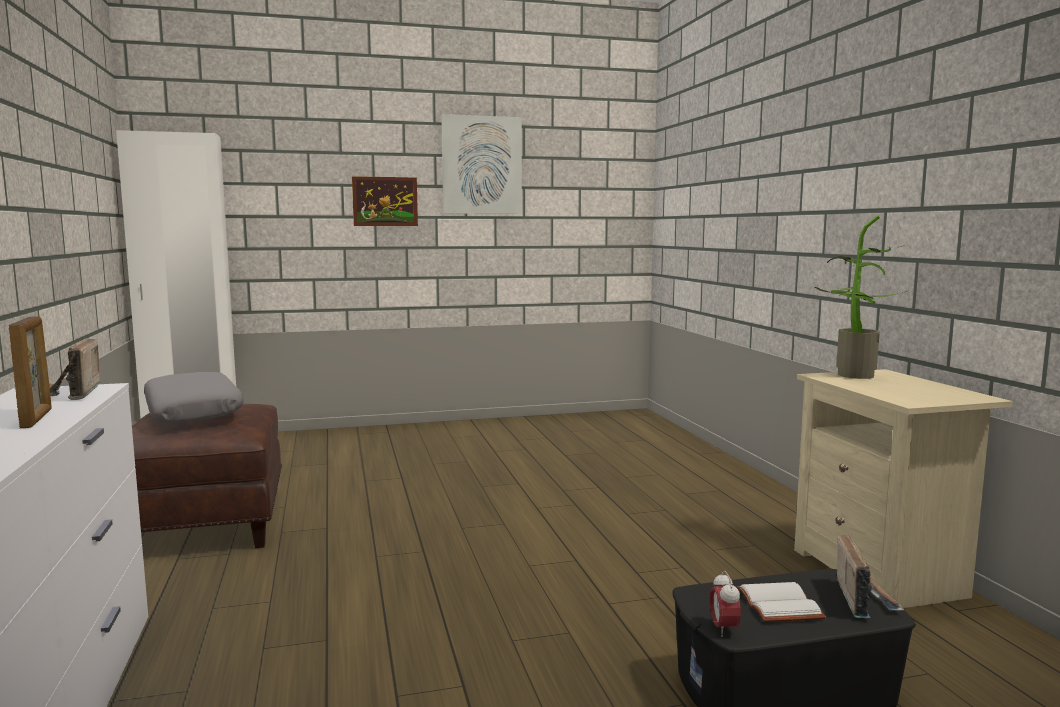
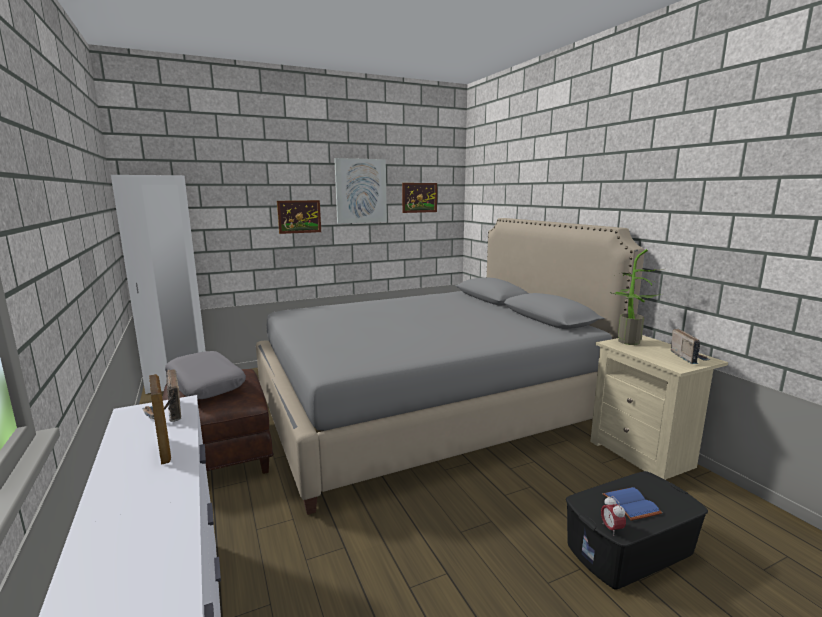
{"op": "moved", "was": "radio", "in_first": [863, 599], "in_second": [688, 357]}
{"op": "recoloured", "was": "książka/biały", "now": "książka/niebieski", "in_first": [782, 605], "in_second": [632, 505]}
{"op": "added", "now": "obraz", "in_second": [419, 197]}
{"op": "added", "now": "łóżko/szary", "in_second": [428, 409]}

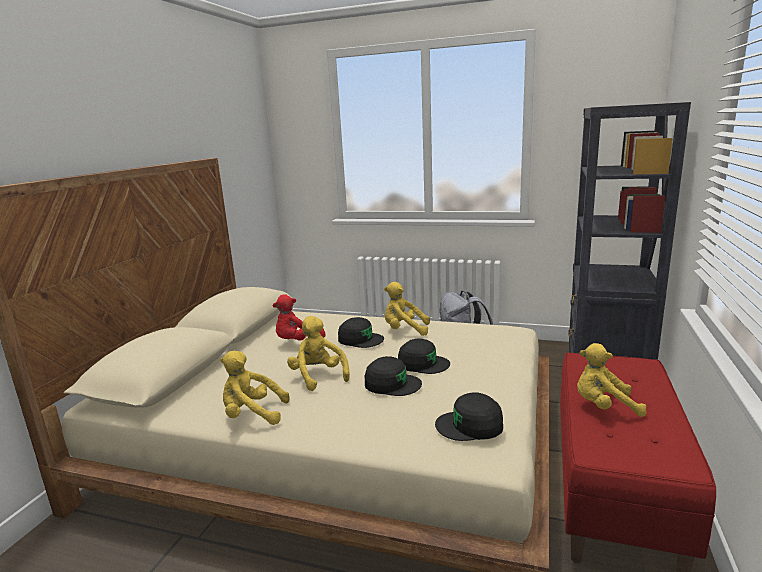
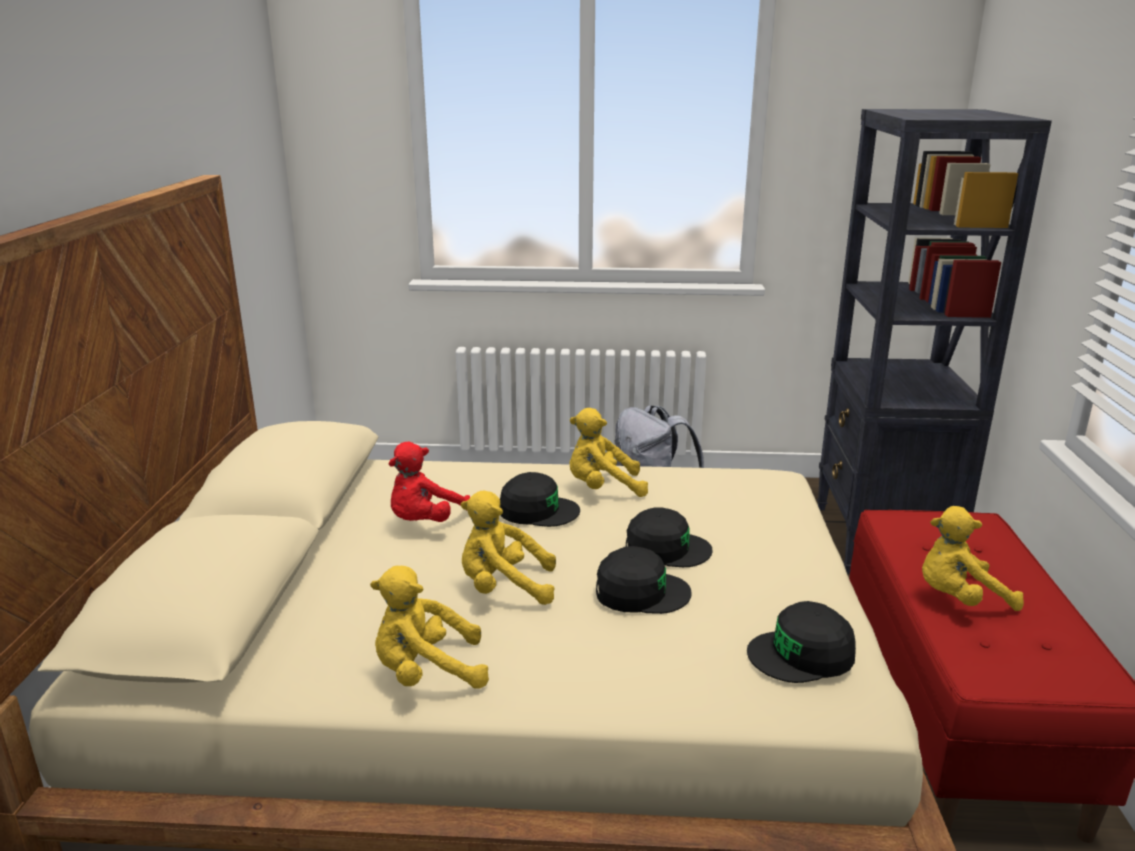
{"op": "turned", "was": "pluszak/żółty", "in_first": [318, 376], "in_second": [504, 588], "clockwise": -45}

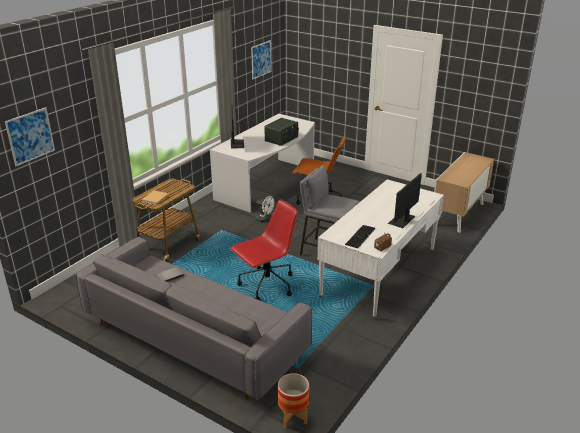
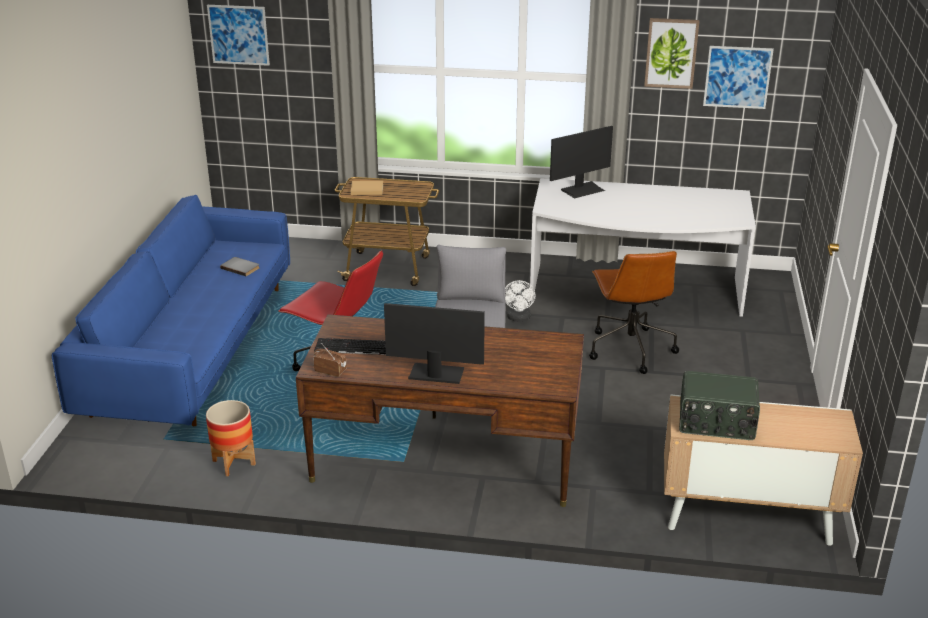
{"op": "moved", "was": "radio", "in_first": [282, 139], "in_second": [716, 423]}
{"op": "recoloured", "was": "biurko/biały", "now": "biurko/brązowy", "in_first": [379, 273], "in_second": [444, 460]}
{"op": "recoloured", "was": "kanapa/szary", "now": "kanapa/niebieski", "in_first": [194, 337], "in_second": [193, 348]}
{"op": "moved", "was": "donica", "in_first": [293, 417], "in_second": [234, 462]}
{"op": "added", "now": "obraz", "in_second": [671, 53]}

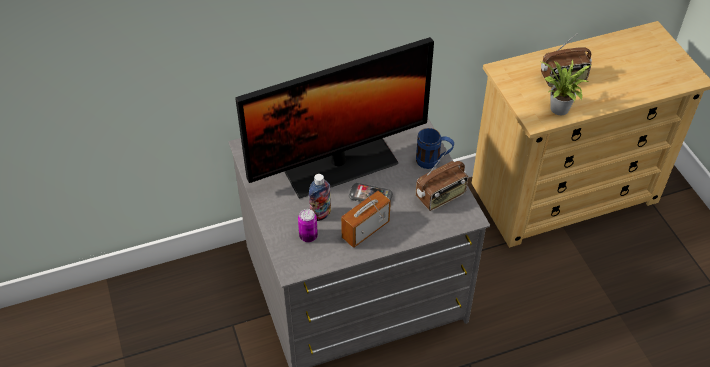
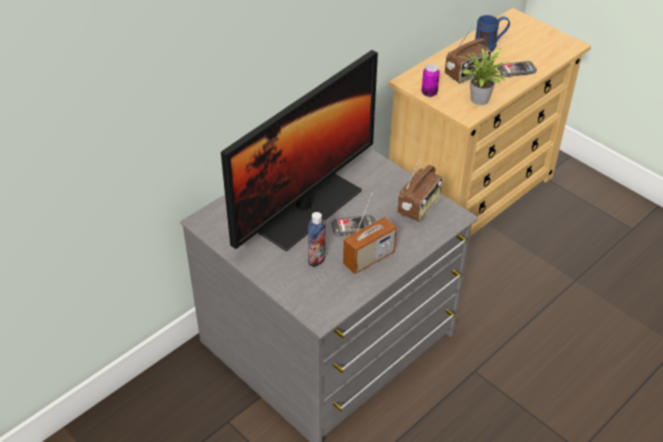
{"op": "moved", "was": "kubek/niebieski", "in_first": [433, 162], "in_second": [489, 47]}
{"op": "turned", "was": "radio", "in_first": [365, 230], "in_second": [369, 258], "clockwise": -150}
{"op": "moved", "was": "puszka", "in_first": [308, 236], "in_second": [429, 93]}
{"op": "added", "now": "telefon", "in_second": [516, 70]}

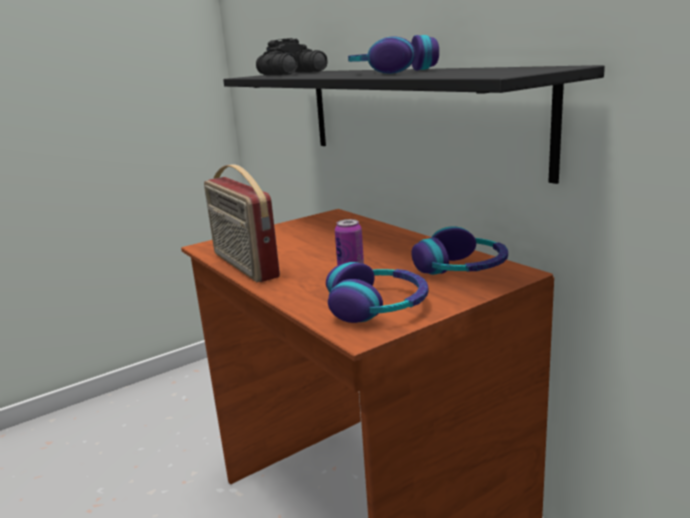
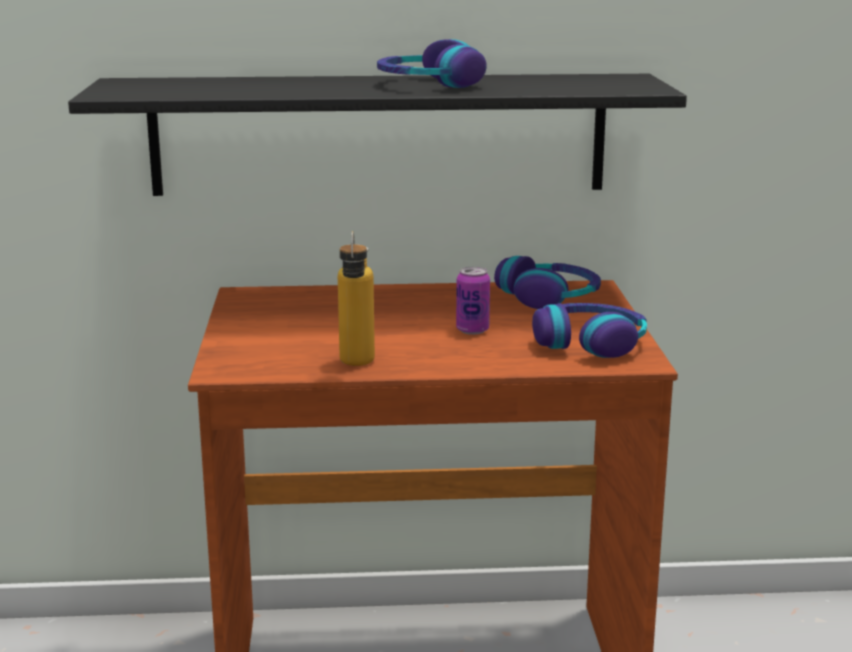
{"op": "removed", "was": "lornetka/czarny", "in_first": [294, 73]}
{"op": "replaced", "was": "radio", "now": "butelka", "in_first": [243, 265], "in_second": [356, 366]}

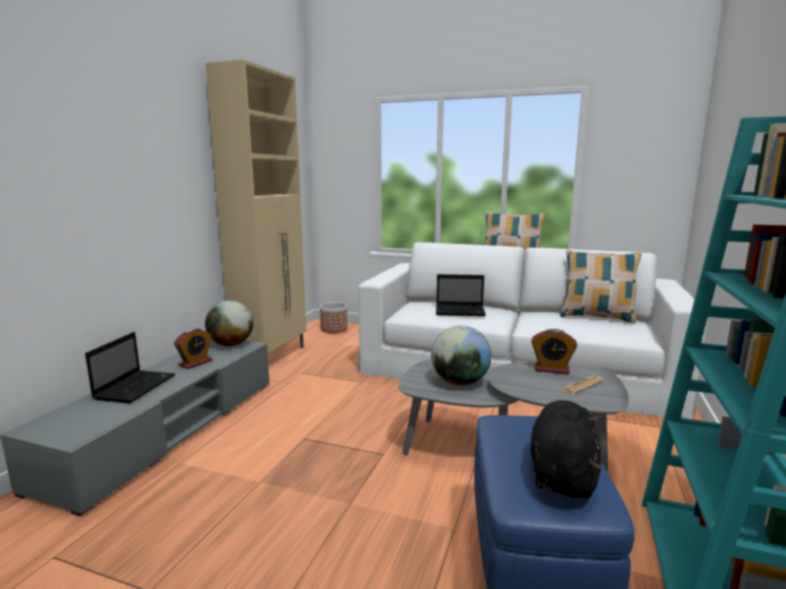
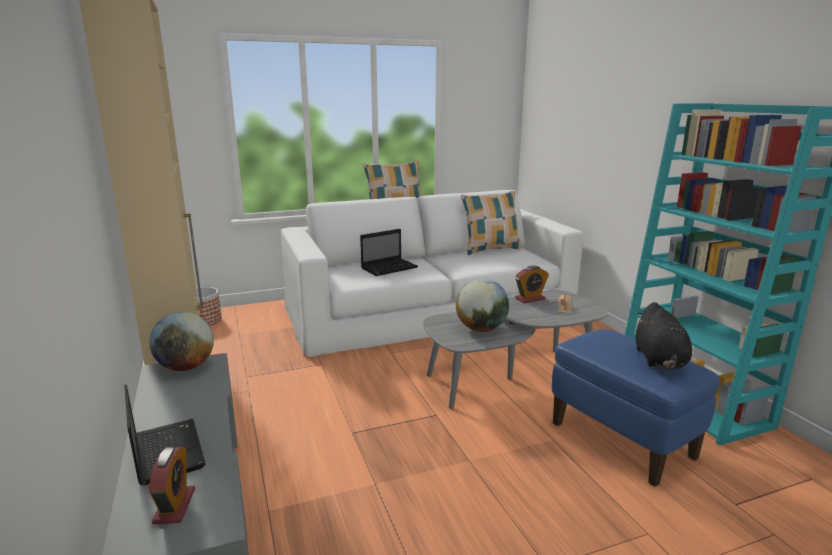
{"op": "moved", "was": "budzik", "in_first": [195, 363], "in_second": [174, 506]}
{"op": "turned", "was": "pluszak/czarny", "in_first": [562, 474], "in_second": [660, 361], "clockwise": -150}

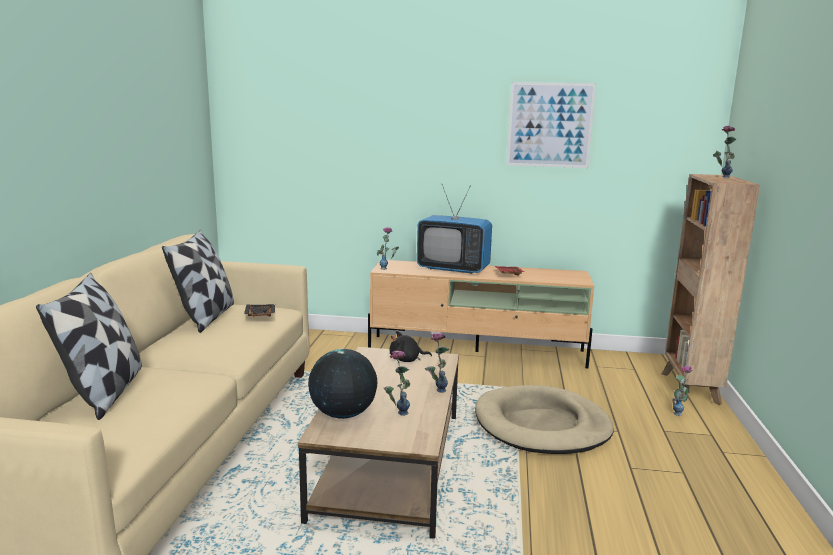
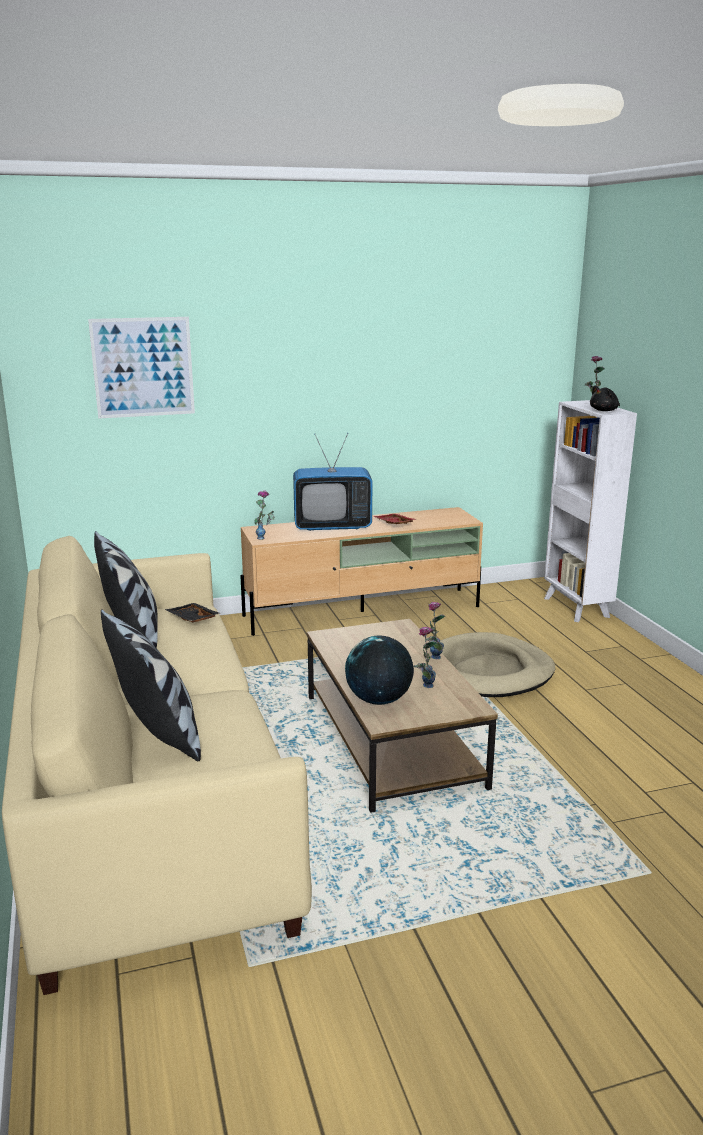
{"op": "moved", "was": "obraz", "in_first": [550, 125], "in_second": [143, 367]}
{"op": "recoloured", "was": "regał/brązowy", "now": "regał/biały", "in_first": [690, 389], "in_second": [576, 608]}
{"op": "moved", "was": "pluszak/czarny", "in_first": [407, 360], "in_second": [604, 411]}
{"op": "removed", "was": "wazon", "in_first": [679, 412]}

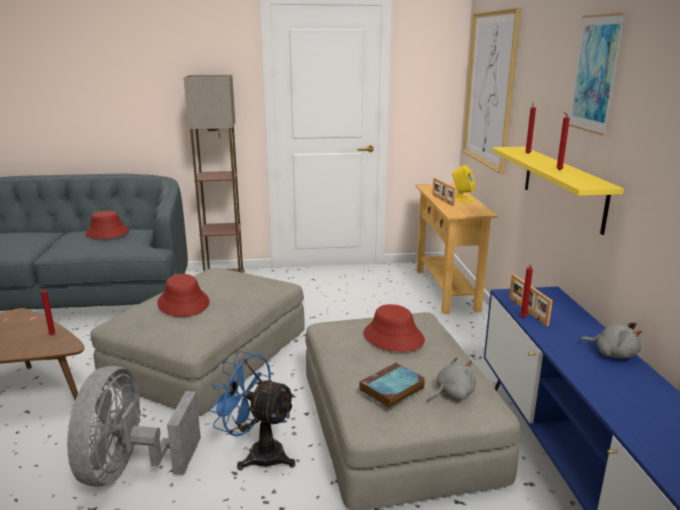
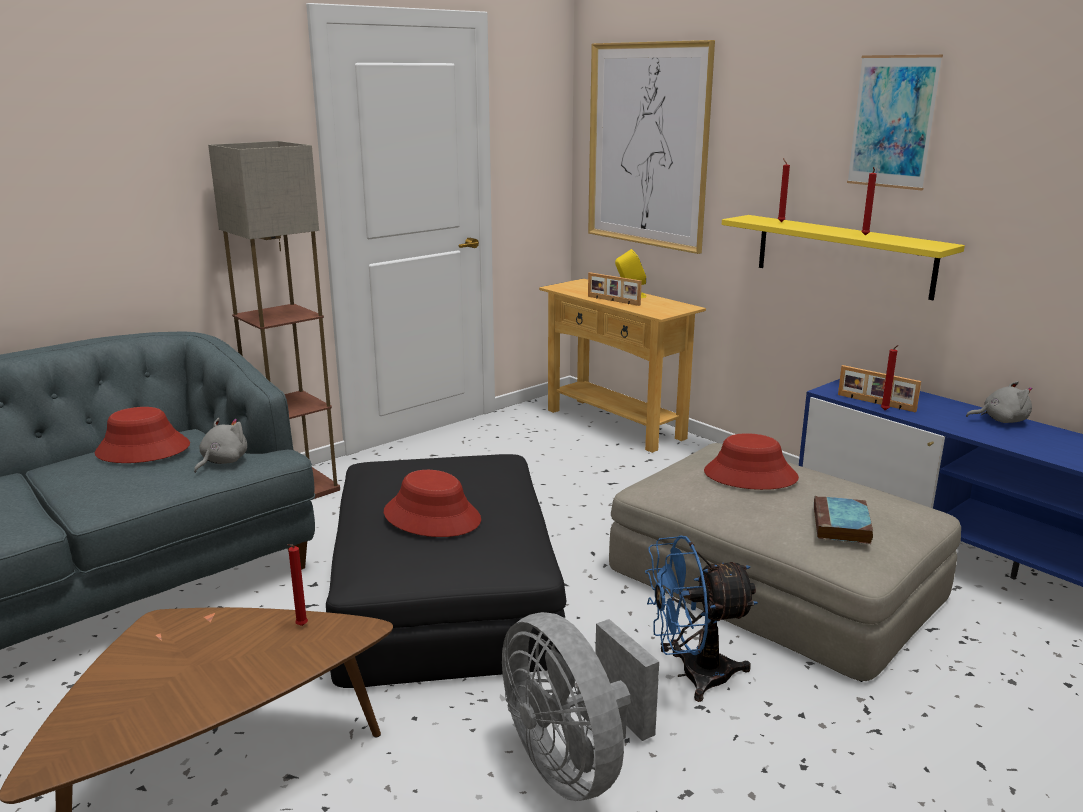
{"op": "recoloured", "was": "pufa/beżowy", "now": "pufa/czarny", "in_first": [209, 353], "in_second": [443, 592]}
{"op": "moved", "was": "pluszak/szary", "in_first": [452, 393], "in_second": [222, 462]}

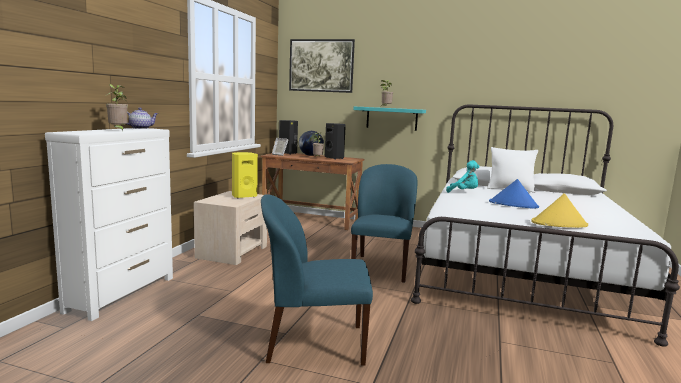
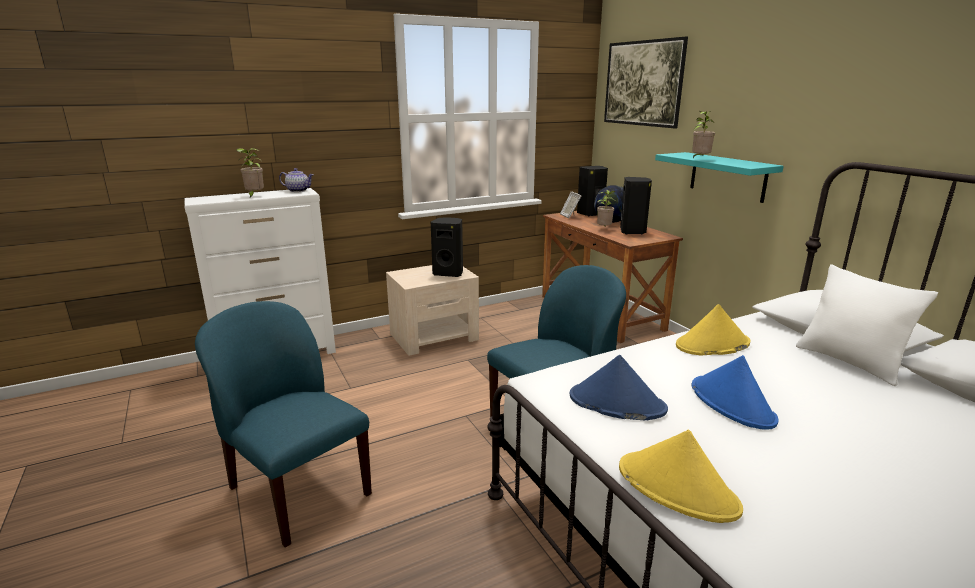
{"op": "recoloured", "was": "głośnik/żółty", "now": "głośnik/czarny", "in_first": [243, 196], "in_second": [449, 273]}
{"op": "replaced", "was": "pluszak/turkusowy", "now": "kapelusz/żółty", "in_first": [464, 192], "in_second": [712, 344]}
{"op": "added", "now": "kapelusz/niebieski", "in_second": [616, 403]}

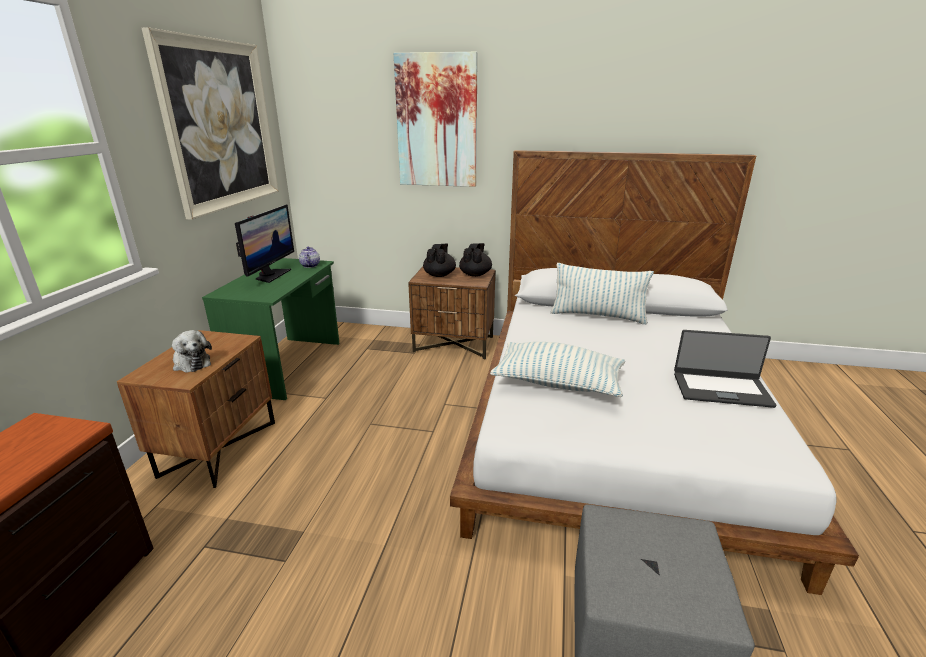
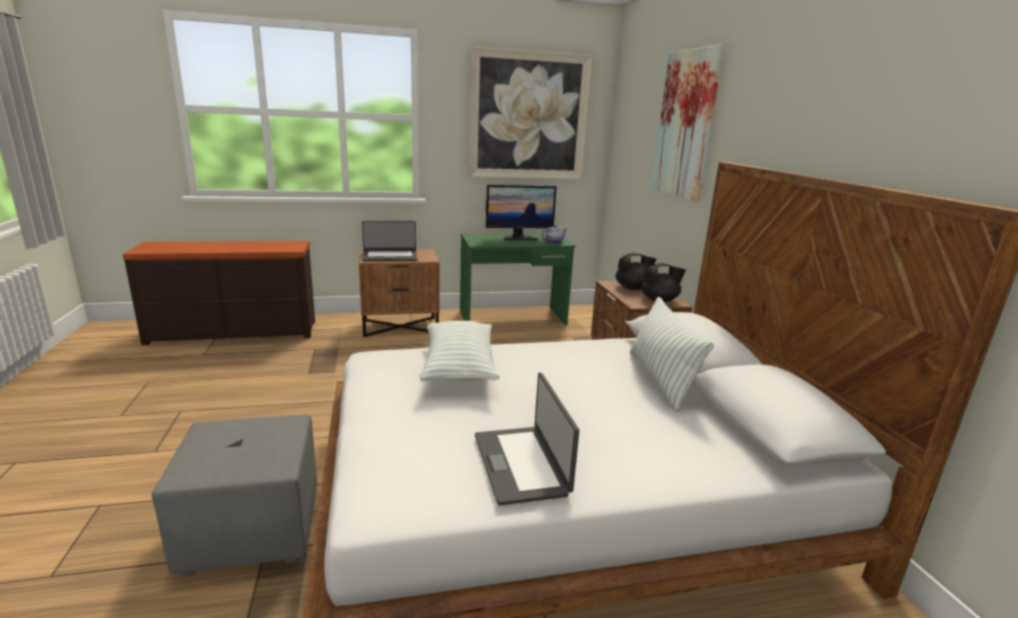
{"op": "replaced", "was": "pluszak", "now": "laptop", "in_first": [191, 363], "in_second": [390, 256]}

